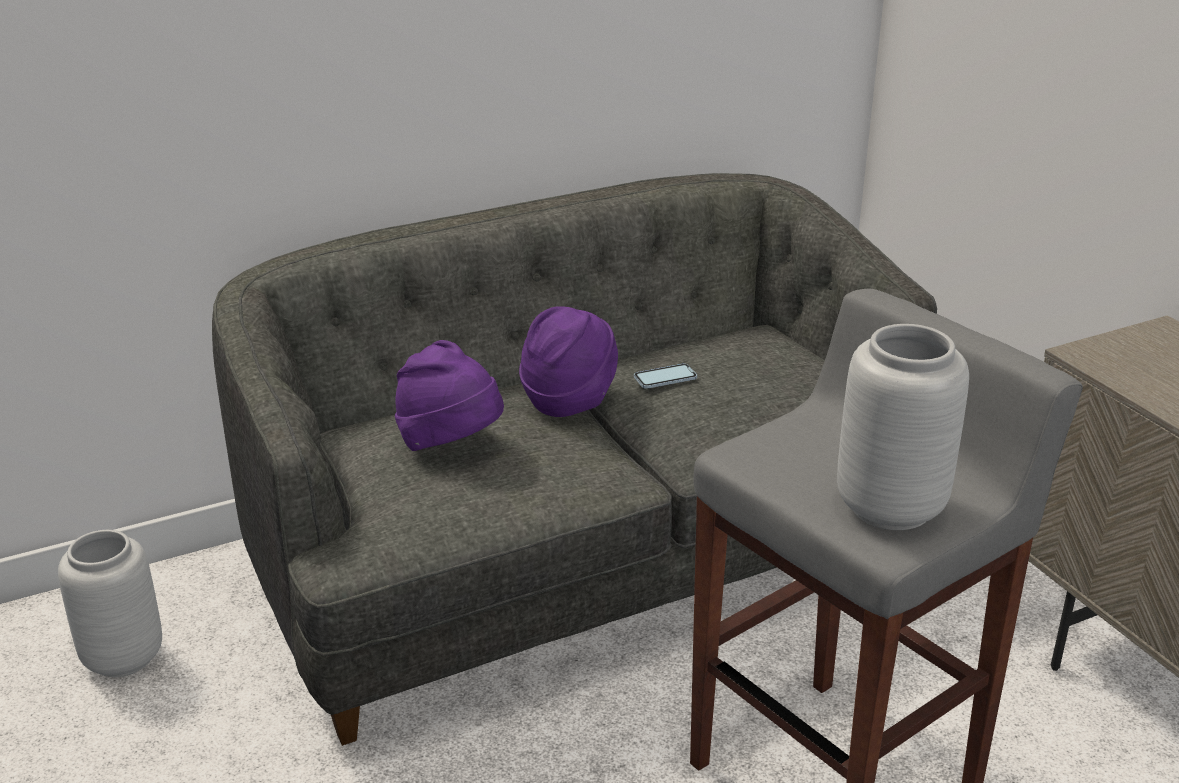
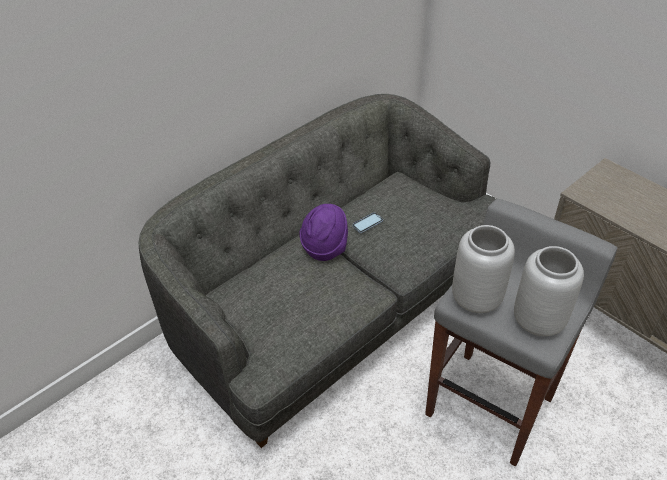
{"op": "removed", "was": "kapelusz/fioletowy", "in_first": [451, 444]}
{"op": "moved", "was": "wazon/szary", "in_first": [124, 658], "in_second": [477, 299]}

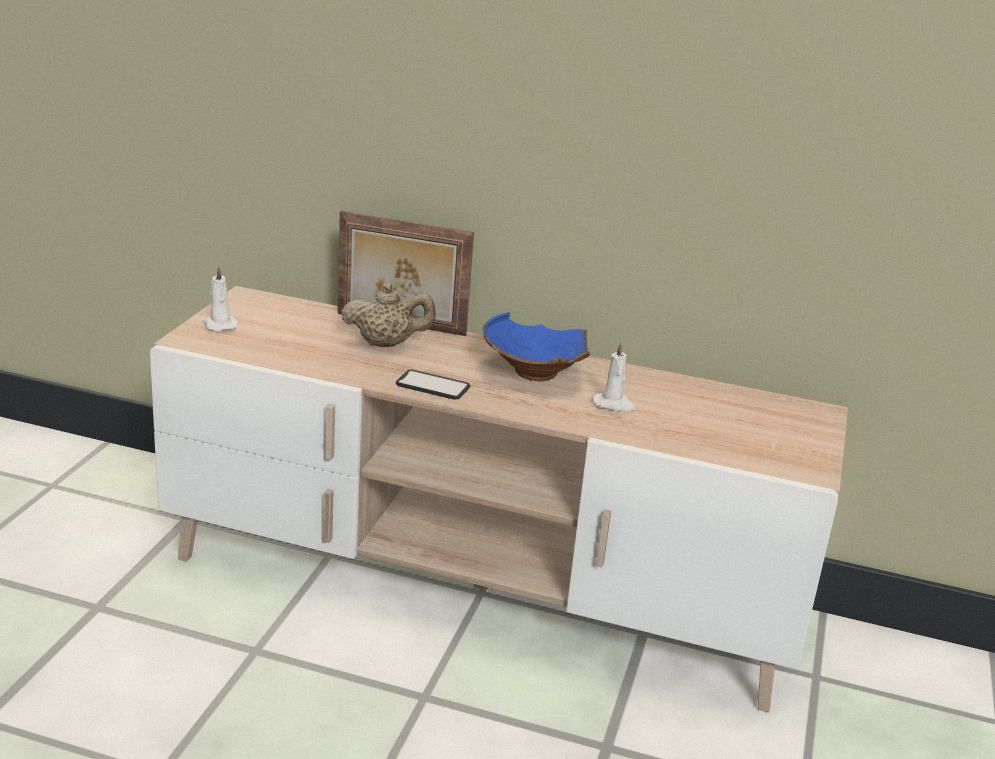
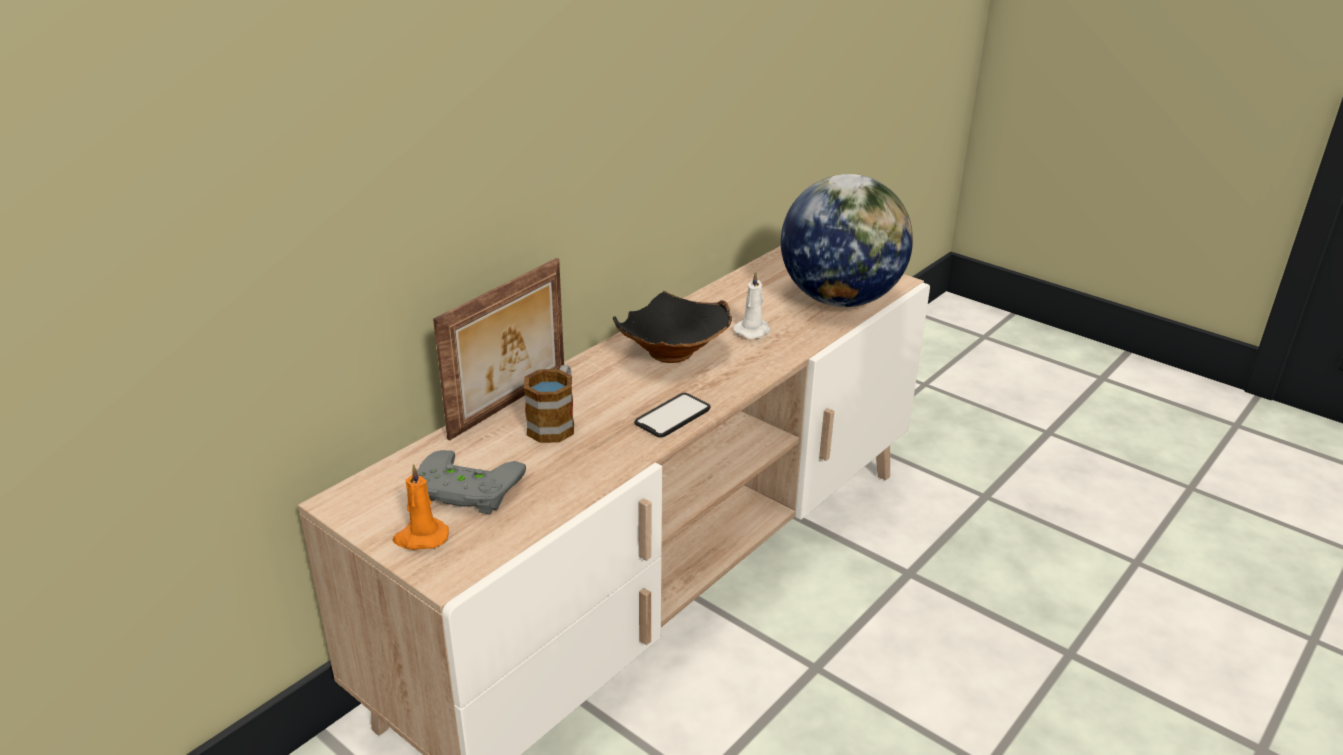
{"op": "recoloured", "was": "świeca/biały", "now": "świeca/pomarańczowy", "in_first": [219, 325], "in_second": [421, 537]}
{"op": "replaced", "was": "imbryk/beżowy", "now": "kubek", "in_first": [387, 344], "in_second": [555, 423]}
{"op": "recoloured", "was": "miska/niebieski", "now": "miska/czarny", "in_first": [534, 374], "in_second": [673, 354]}
{"op": "added", "now": "globus", "in_second": [840, 299]}
{"op": "added", "now": "pad do gier/szary", "in_second": [464, 491]}

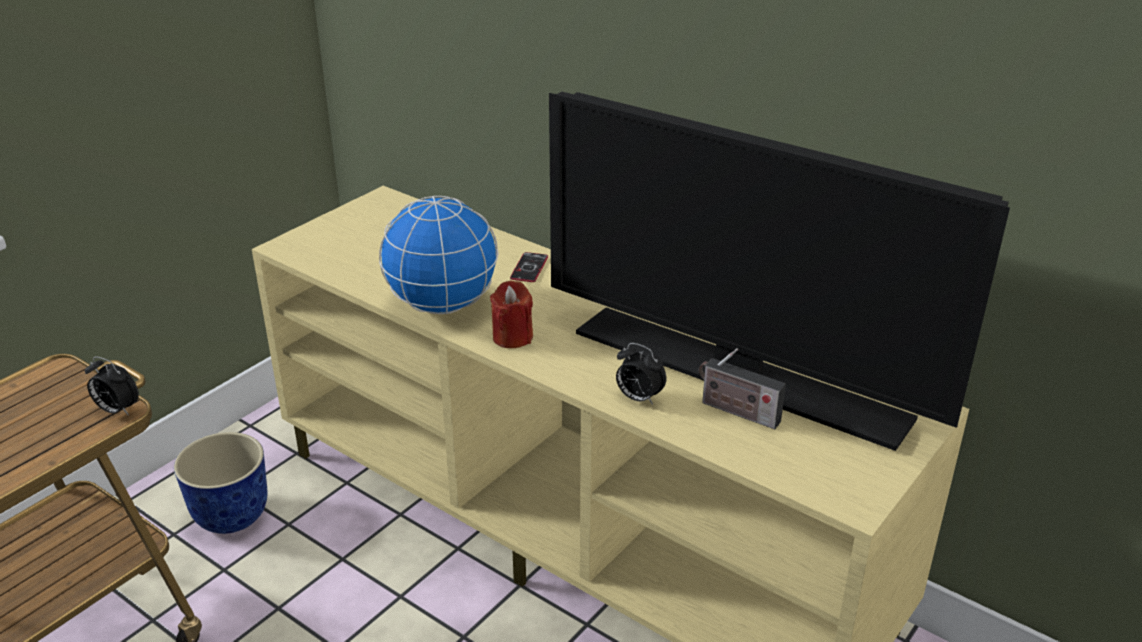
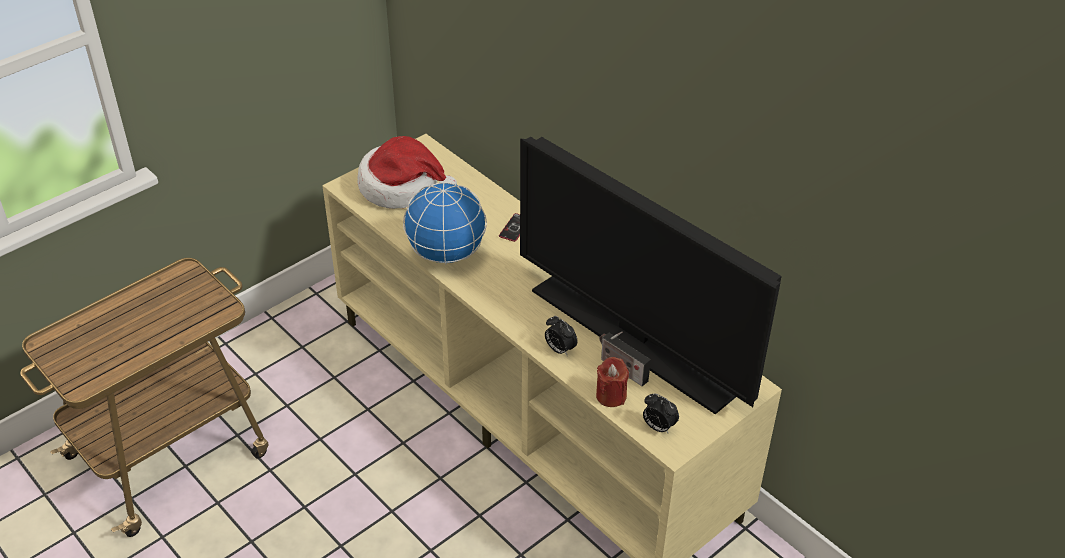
{"op": "moved", "was": "świeca/czerwony", "in_first": [512, 337], "in_second": [611, 395]}
{"op": "moved", "was": "budzik", "in_first": [117, 410], "in_second": [658, 427]}
{"op": "removed", "was": "donica", "in_first": [231, 516]}
{"op": "added", "now": "kapelusz", "in_second": [401, 187]}

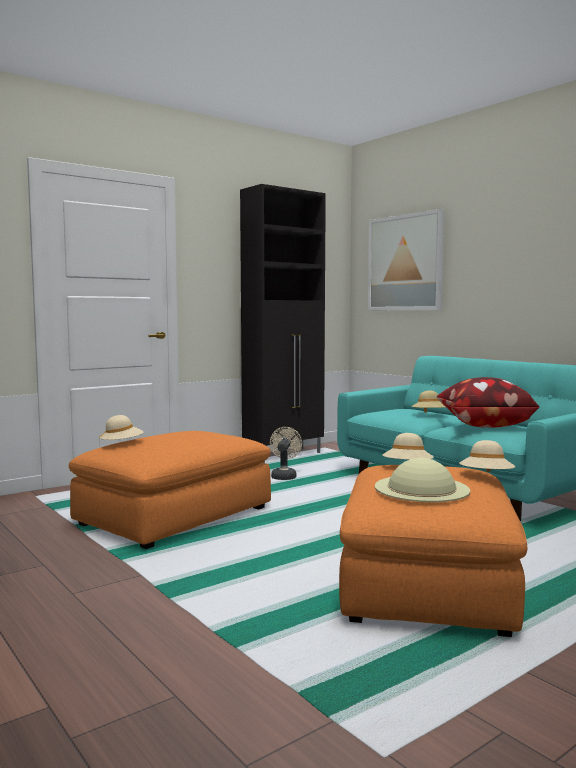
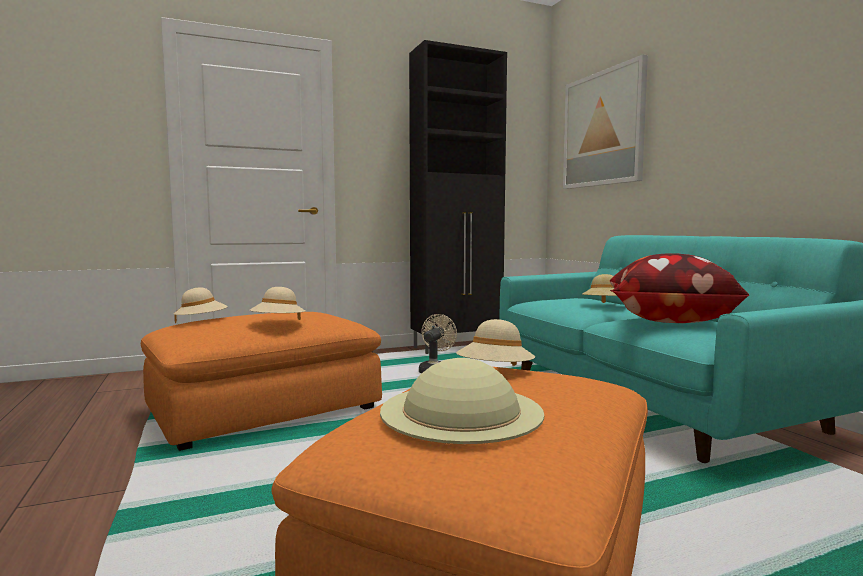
{"op": "moved", "was": "kapelusz/beżowy", "in_first": [486, 478], "in_second": [278, 324]}

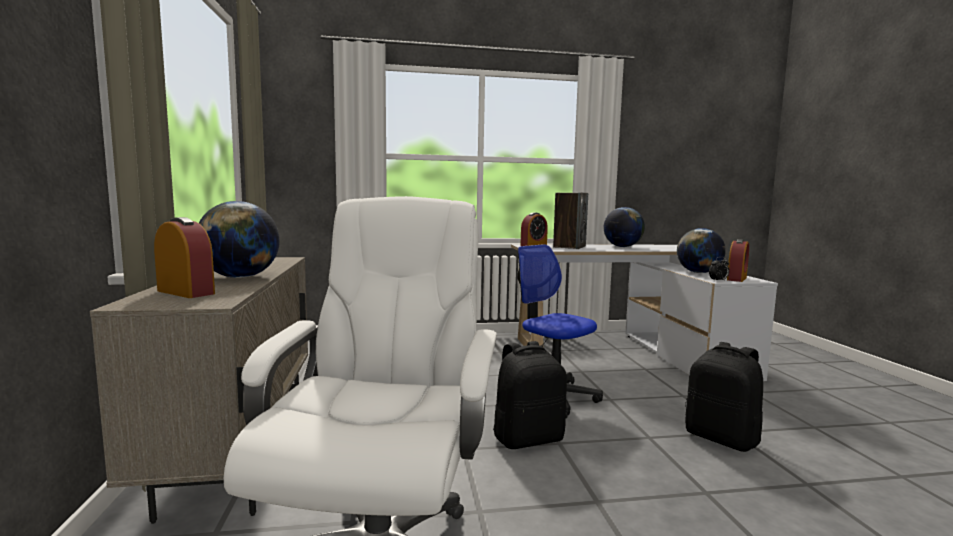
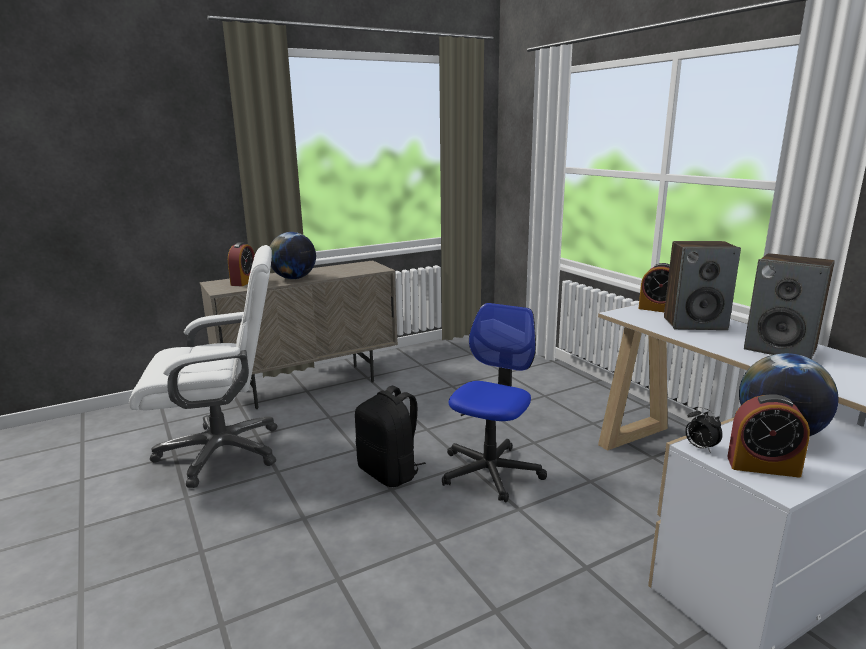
{"op": "replaced", "was": "globus", "now": "głośnik", "in_first": [622, 247], "in_second": [780, 349]}
{"op": "removed", "was": "plecak/czarny", "in_first": [722, 438]}

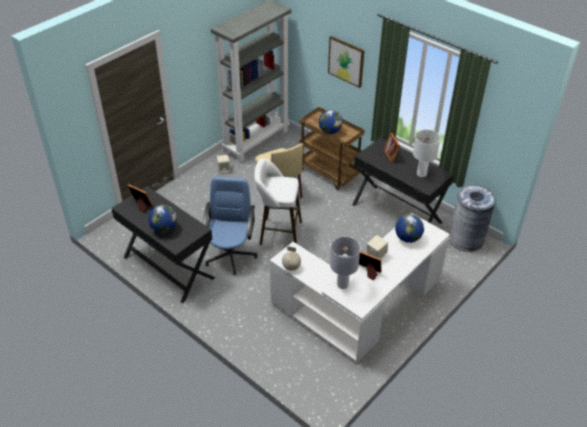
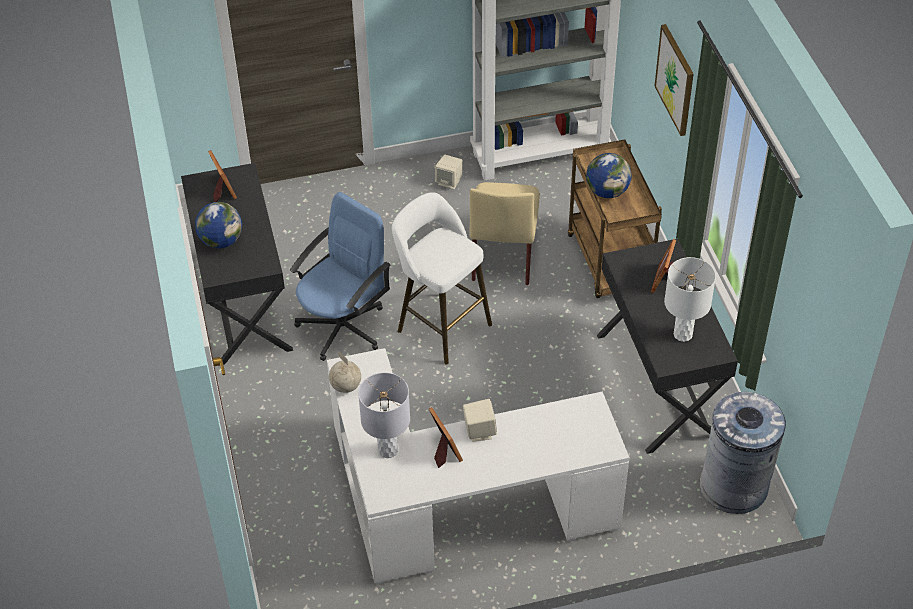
{"op": "removed", "was": "globus", "in_first": [407, 238]}

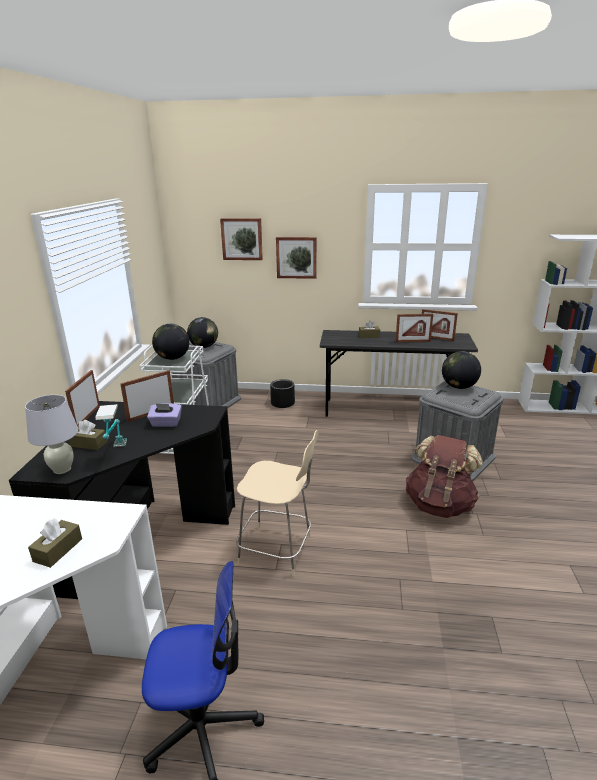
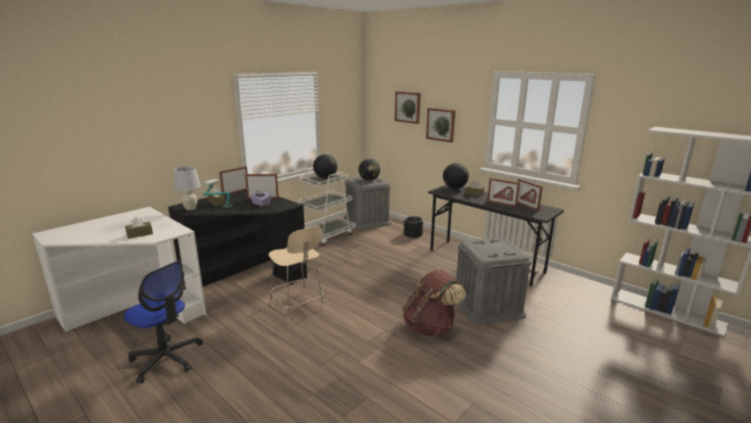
{"op": "moved", "was": "globus", "in_first": [459, 387], "in_second": [454, 188]}

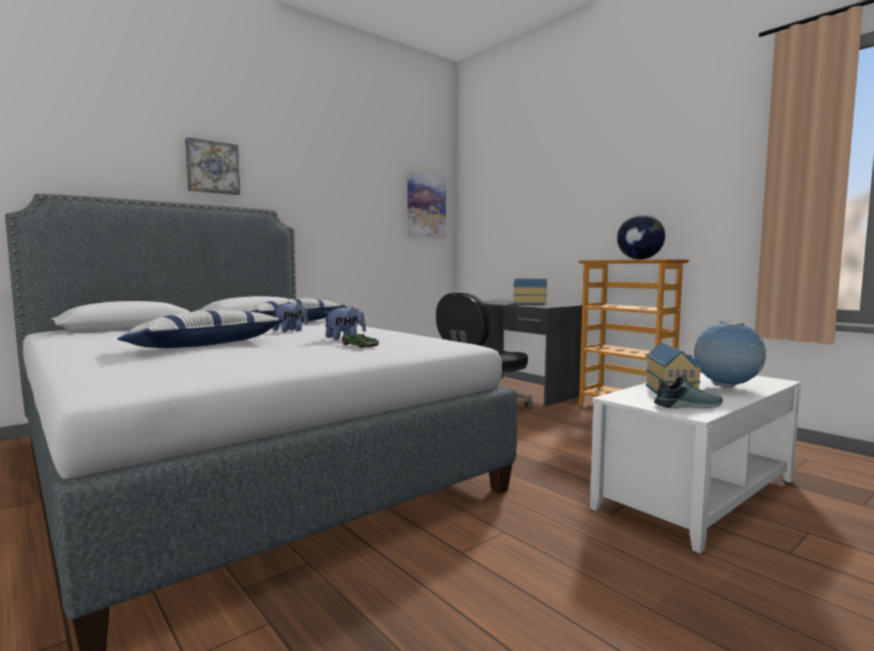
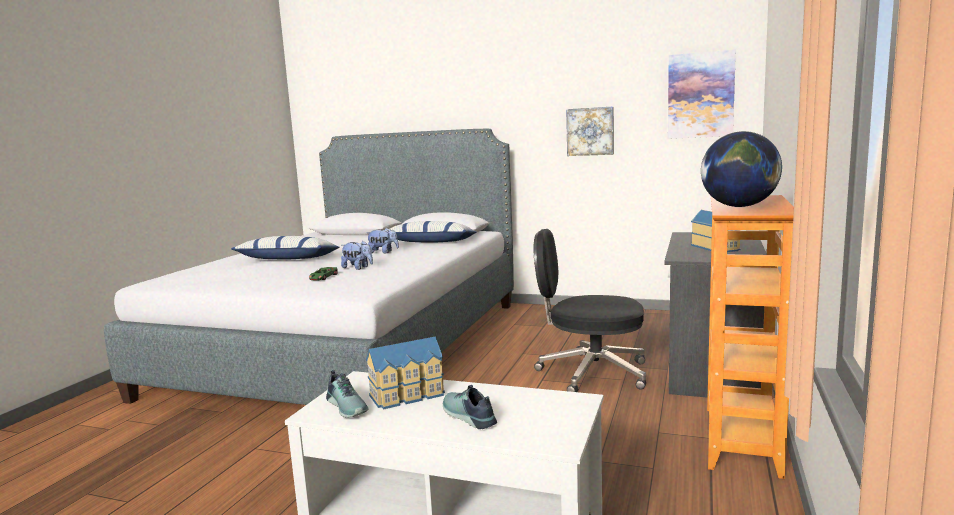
{"op": "moved", "was": "obraz", "in_first": [212, 167], "in_second": [590, 131]}
{"op": "replaced", "was": "globus", "now": "but", "in_first": [726, 387], "in_second": [467, 416]}

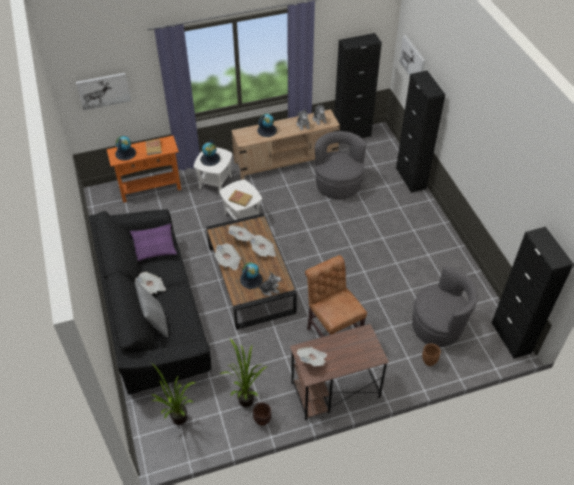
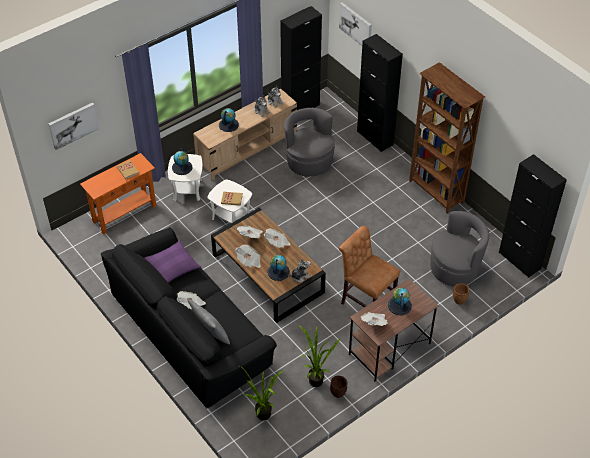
{"op": "moved", "was": "globus", "in_first": [125, 153], "in_second": [399, 305]}
{"op": "added", "now": "regał/brązowy", "in_second": [436, 192]}

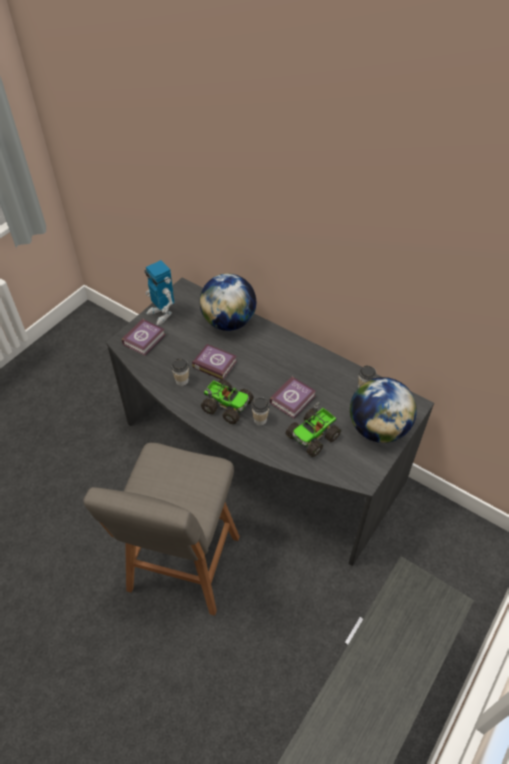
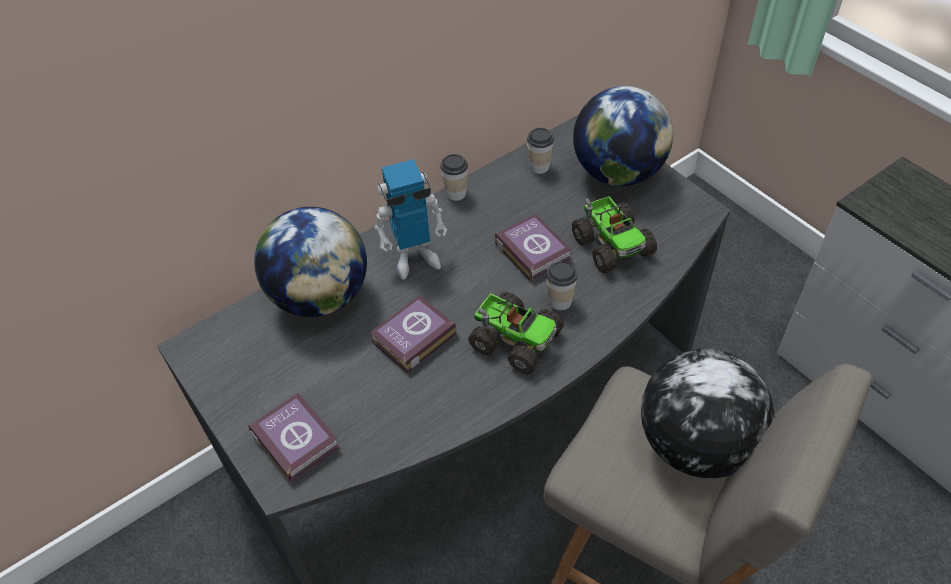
{"op": "moved", "was": "robot zabawkowy", "in_first": [162, 314], "in_second": [415, 258]}
{"op": "moved", "was": "filiżanka", "in_first": [182, 381], "in_second": [456, 193]}
{"op": "turned", "was": "ciężarówka zabawkowa", "in_first": [227, 405], "in_second": [514, 339], "clockwise": 75}
{"op": "added", "now": "globus", "in_second": [694, 444]}

